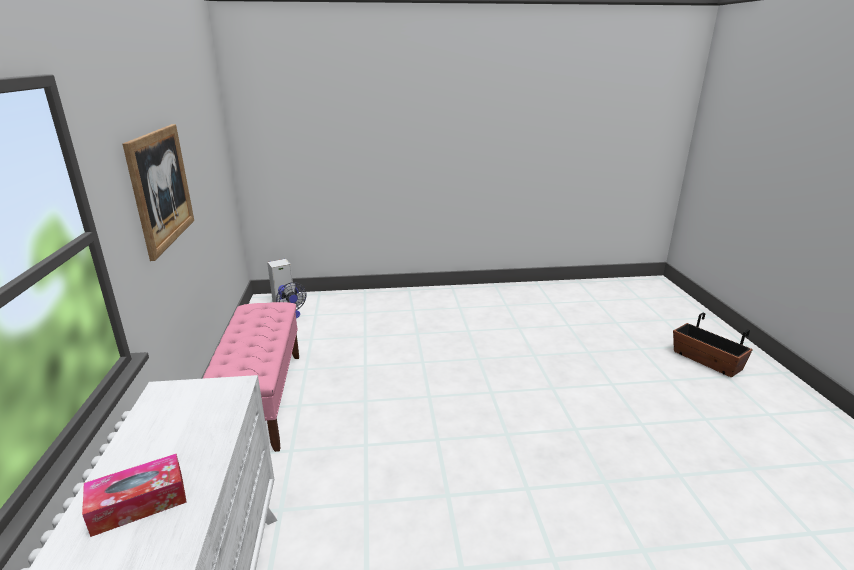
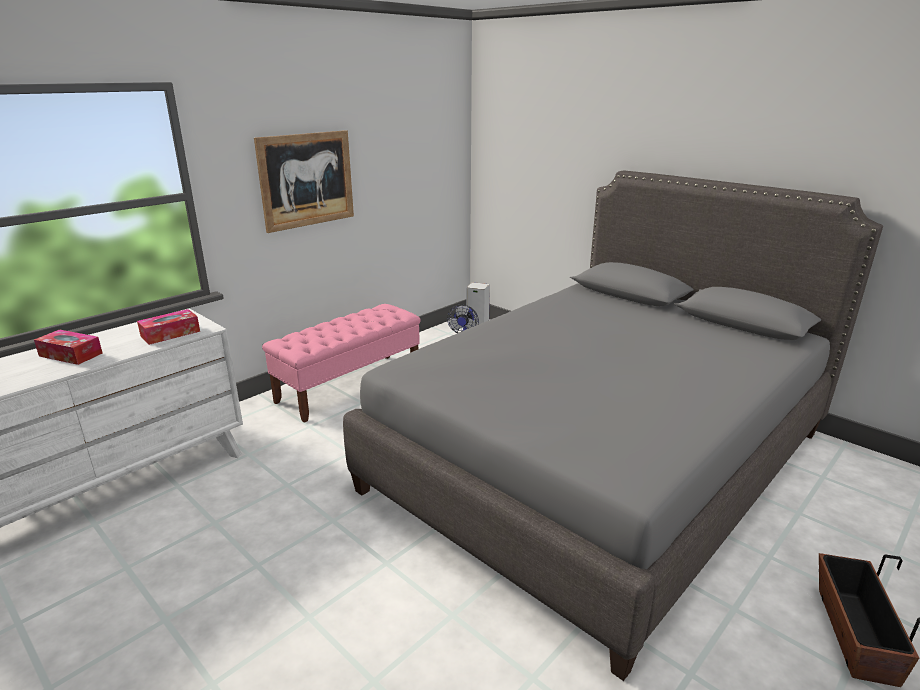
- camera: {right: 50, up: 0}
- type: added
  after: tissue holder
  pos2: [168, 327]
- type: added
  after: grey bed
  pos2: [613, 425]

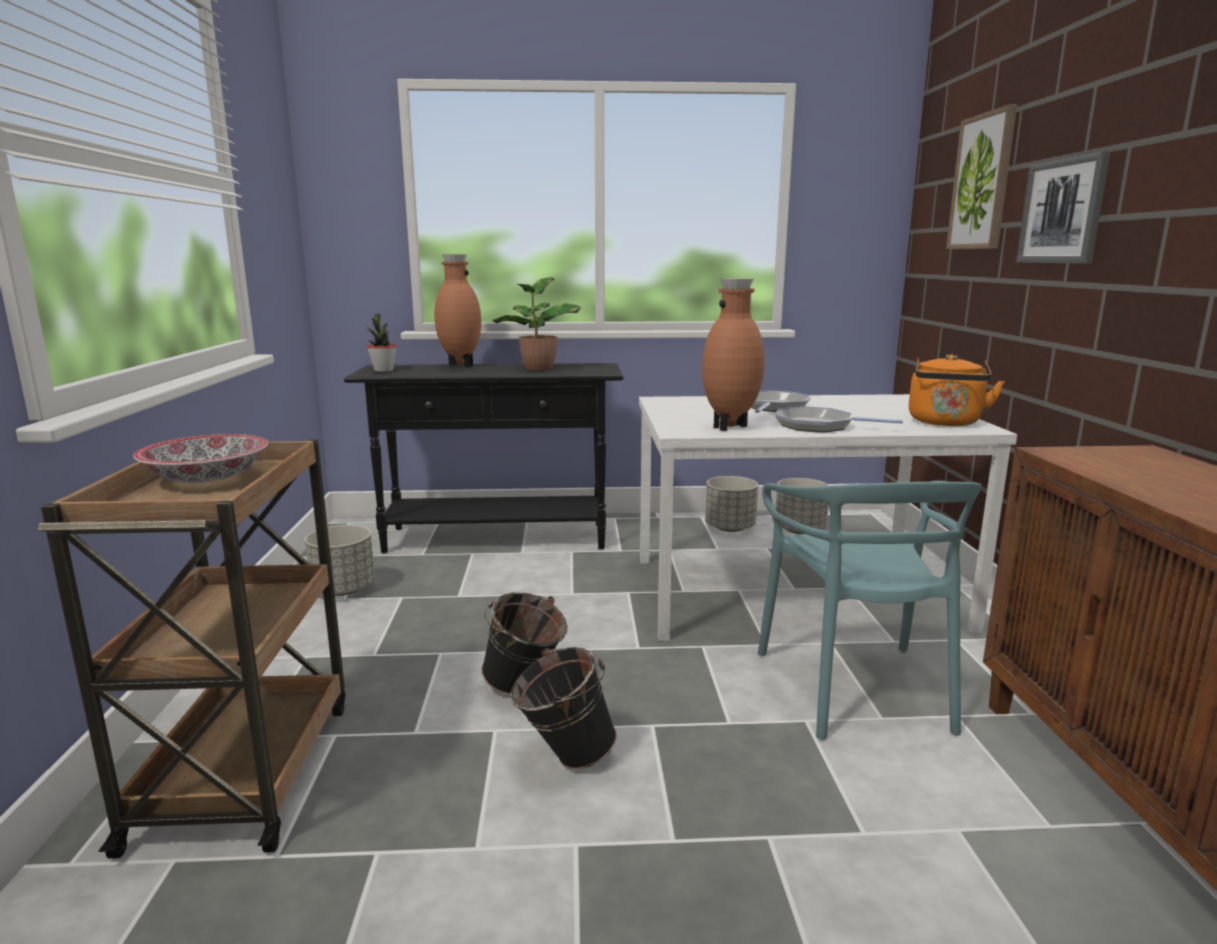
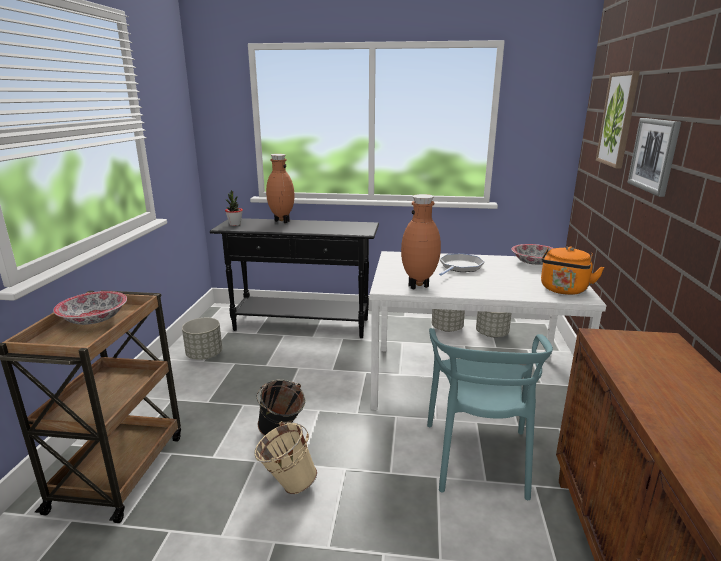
- camera: {right: 10, up: 5}
- type: removed
  before: plant in a pot
  pos1: [537, 323]
- type: removed
  before: skillet
  pos1: [839, 419]
- type: added
  after: deep dish
  pos2: [532, 254]
- type: recoloured
  before: black-coloured water bucket
  after: beige water bucket
  pos1: [563, 708]
  pos2: [285, 457]

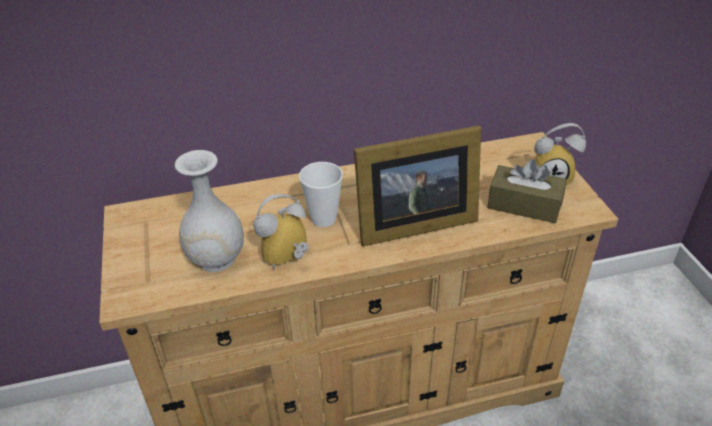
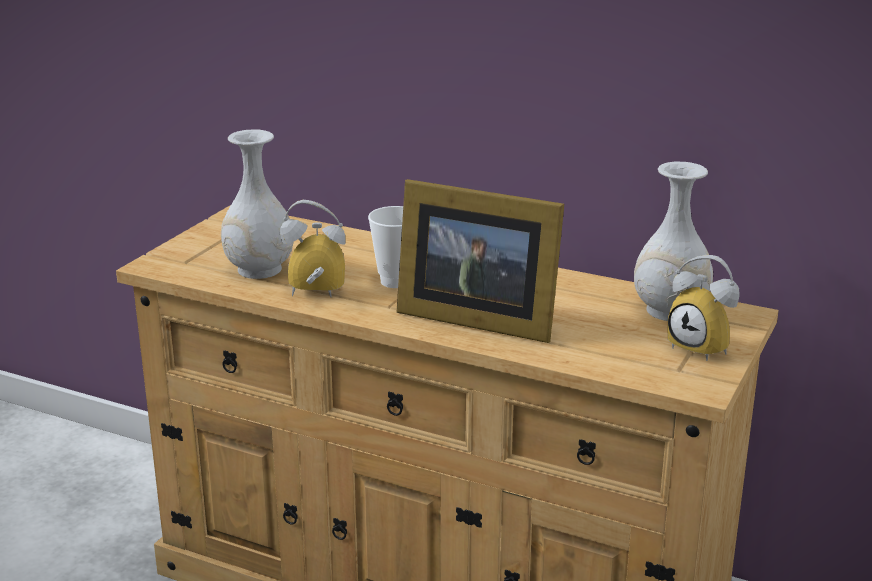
- camera: {right: 40, up: -15}
- type: removed
  before: brown-coloured tissue holder
  pos1: [527, 191]
- type: added
  after: white decorative vase
  pos2: [673, 241]

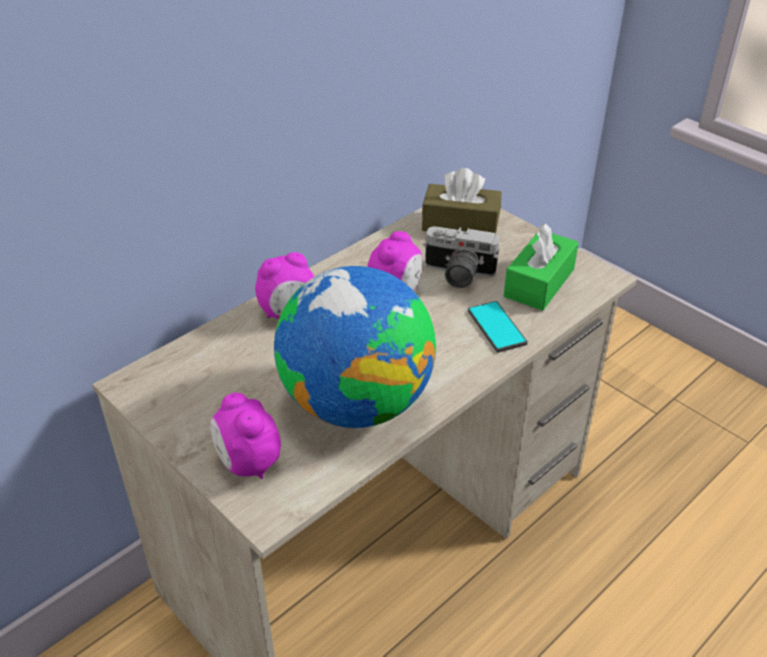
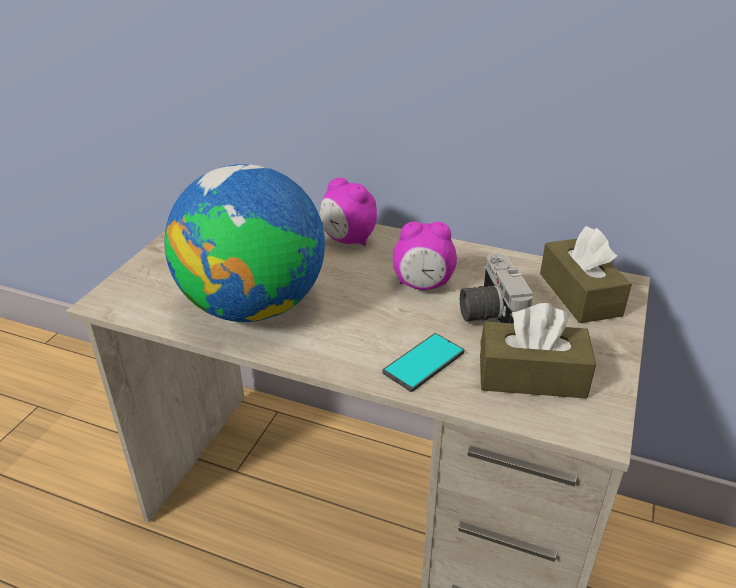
- camera: {right: 65, up: -5}
- type: removed
  before: alarm clock
  pos1: [245, 436]
- type: recoloured
  before: greenish tissue holder
  after: brown-coloured tissue holder
  pos1: [541, 267]
  pos2: [538, 350]

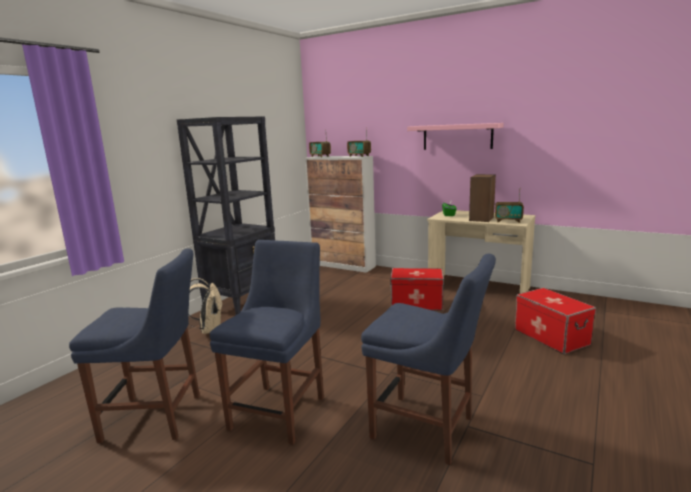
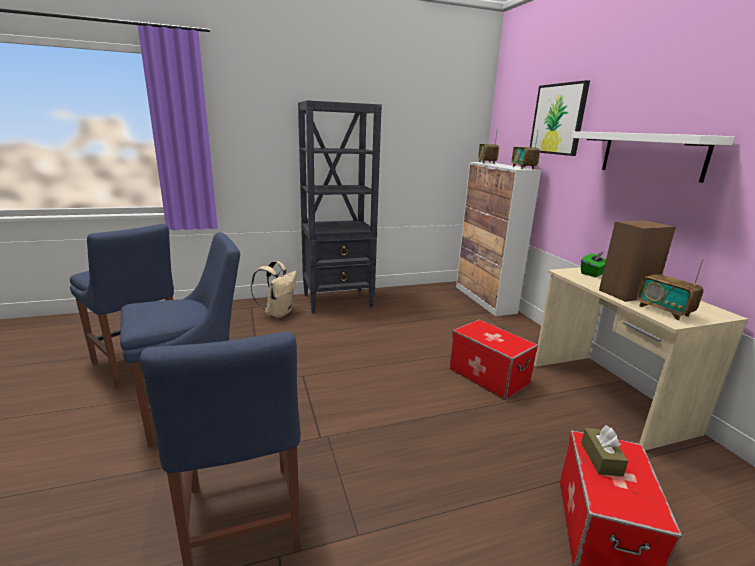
- camera: {right: 40, up: 5}
- type: added
  after: wall picture
  pos2: [560, 118]
- type: added
  after: brown-coloured tissue holder
  pos2: [604, 451]
- type: recoloured
  before: pink bracket shelf
  after: white bracket shelf
  pos1: [455, 136]
  pos2: [653, 157]

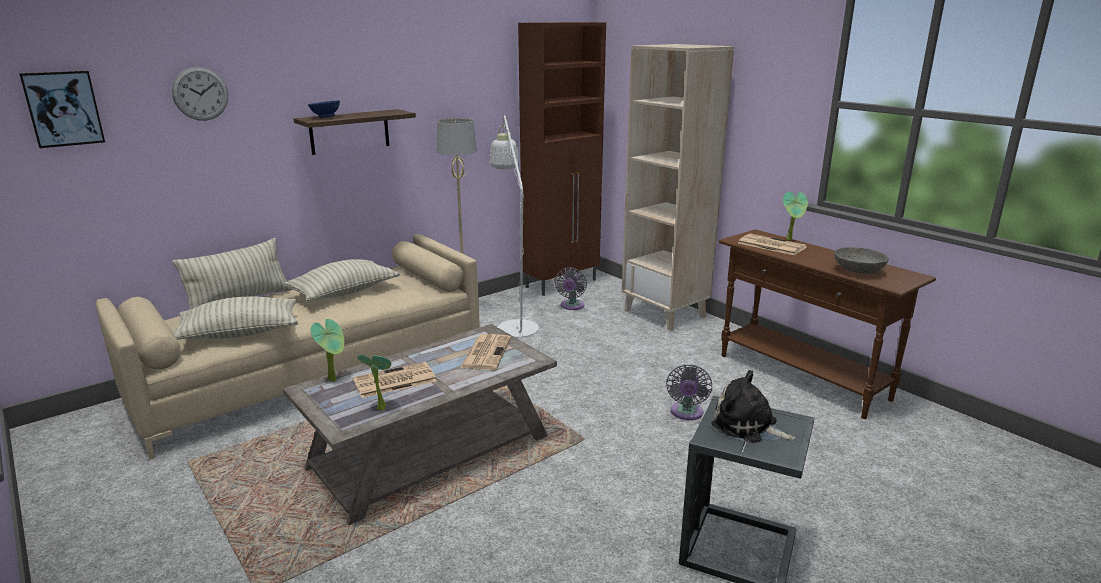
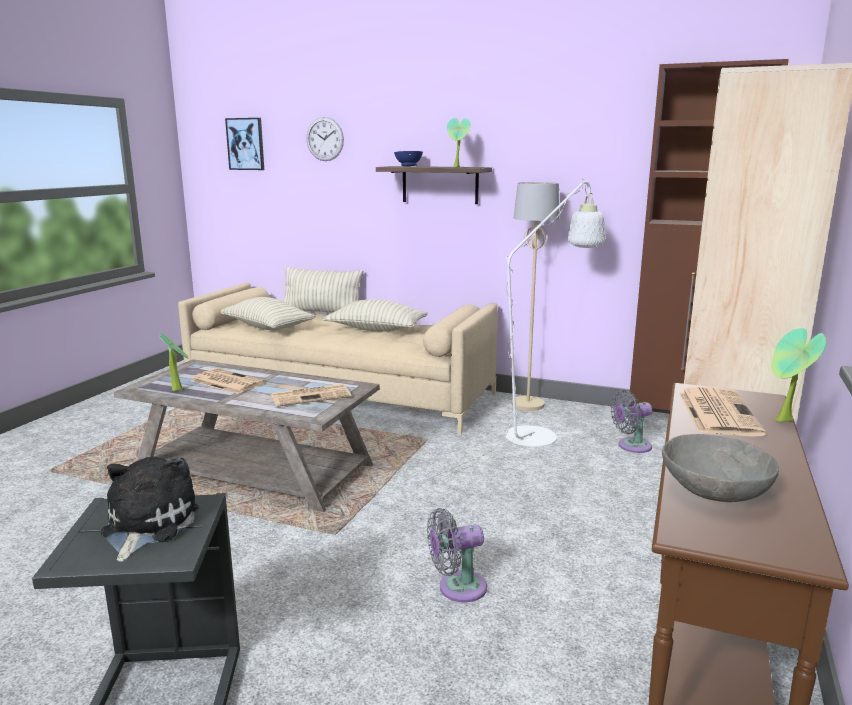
- camera: {right: 60, up: -5}
- type: moved
  before: plant in a pot
  pos1: [327, 350]
  pos2: [459, 142]

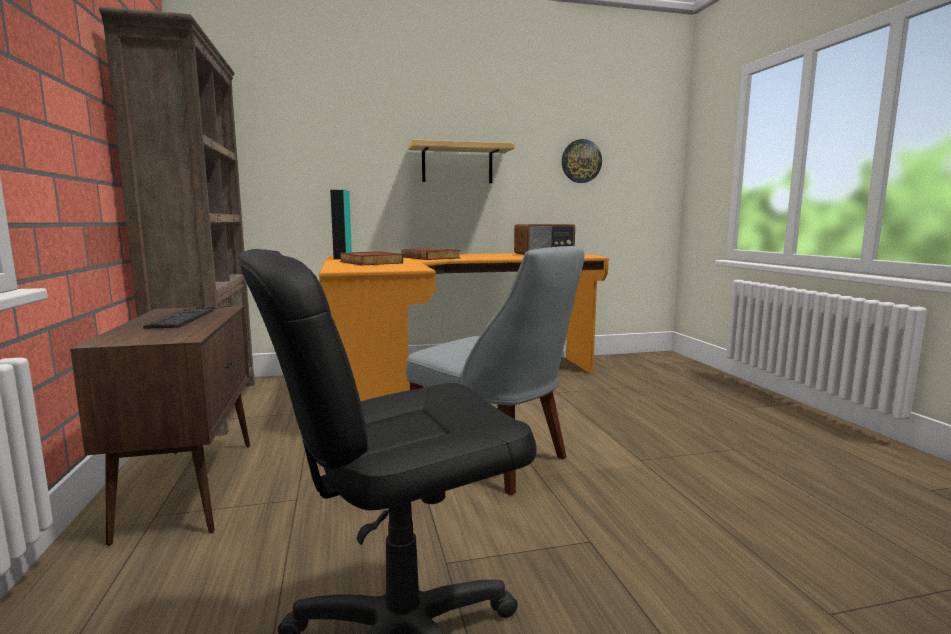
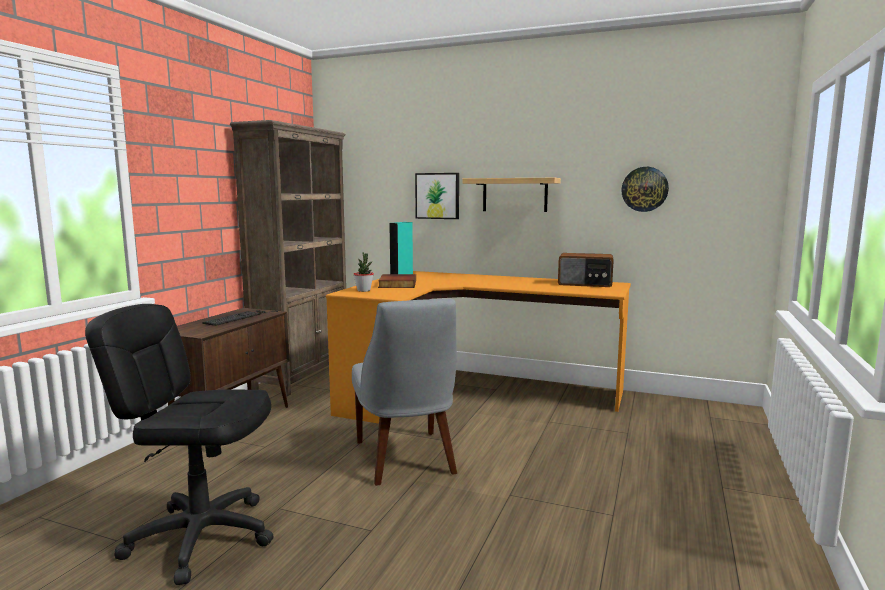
- camera: {right: 35, up: 0}
- type: removed
  before: book
  pos1: [430, 254]
- type: added
  after: plant in a pot
  pos2: [364, 272]
- type: added
  after: wall picture
  pos2: [437, 196]

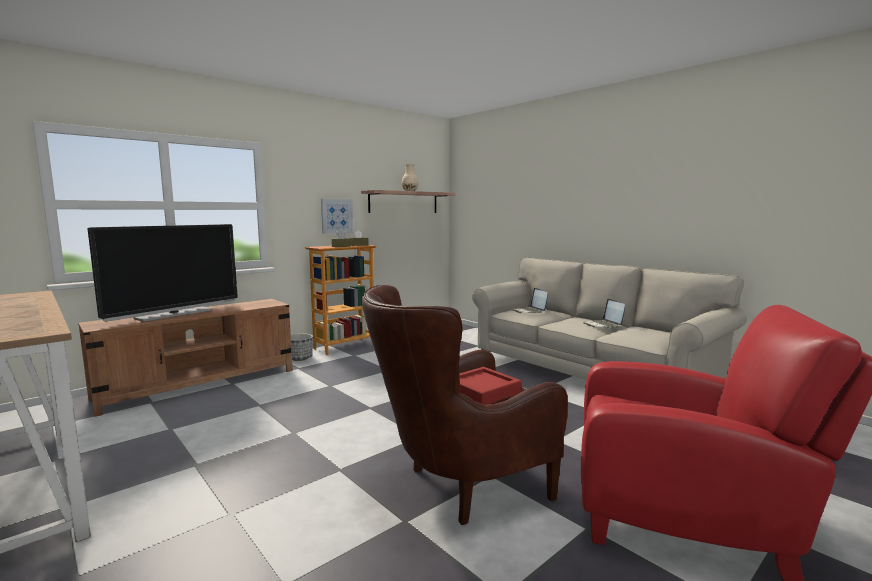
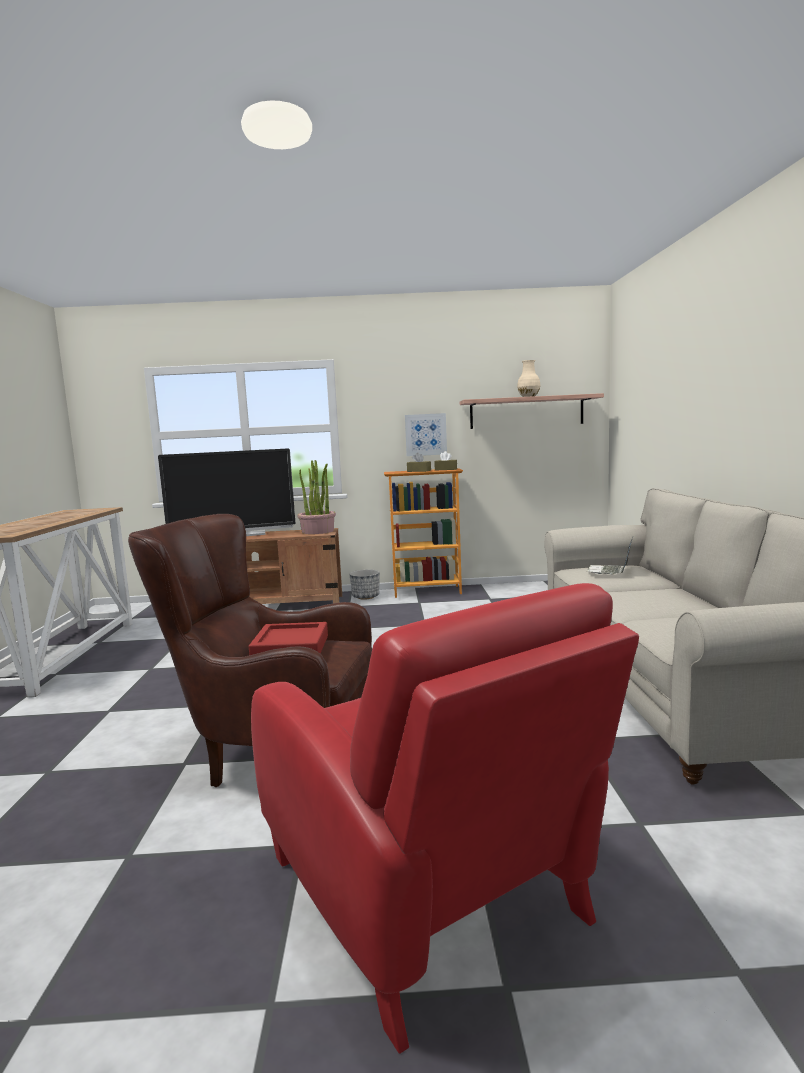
- camera: {right: 40, up: 0}
- type: removed
  before: notebook computer
  pos1: [604, 313]
- type: added
  after: plant in a pot
  pos2: [316, 497]

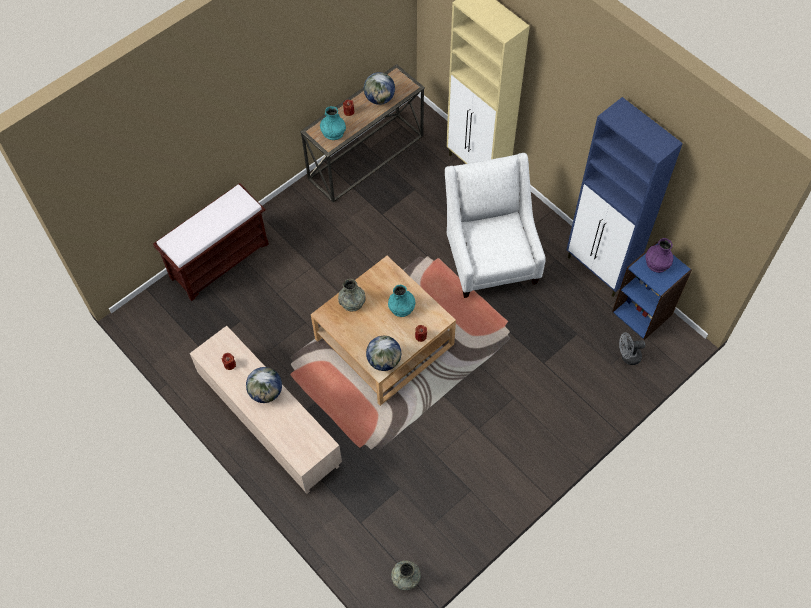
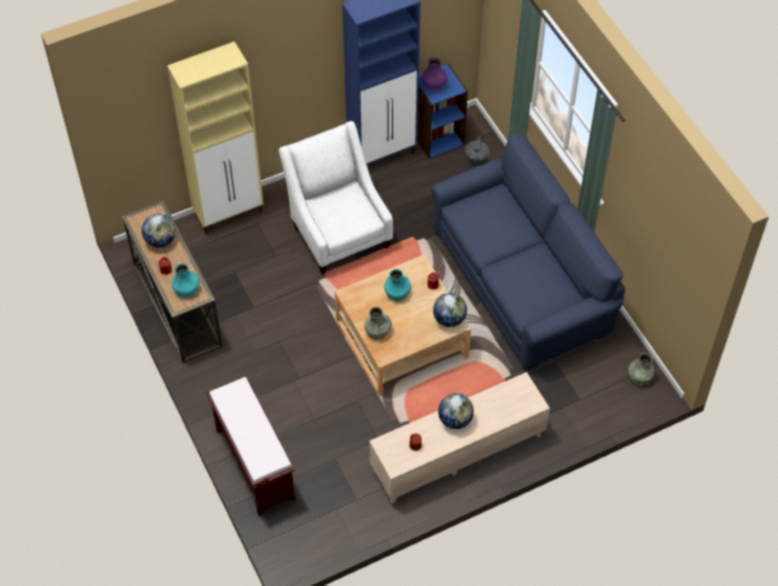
- camera: {right: -75, up: -5}
- type: added
  after: blue-coloured couch
  pos2: [528, 251]
- type: turned
  before: white easy chair
  pos1: [495, 225]
  pos2: [336, 197]
  turn: 60

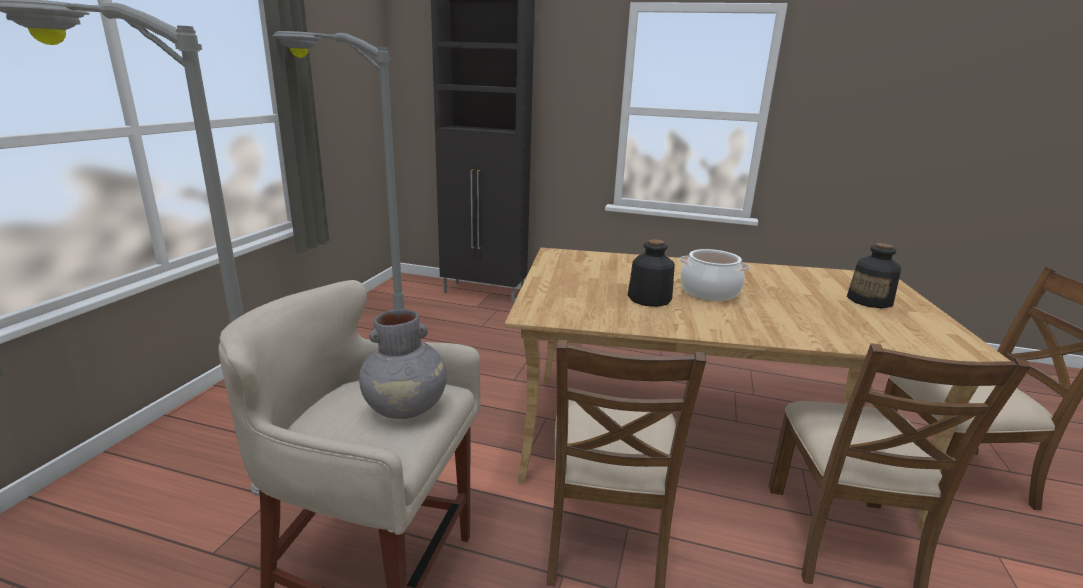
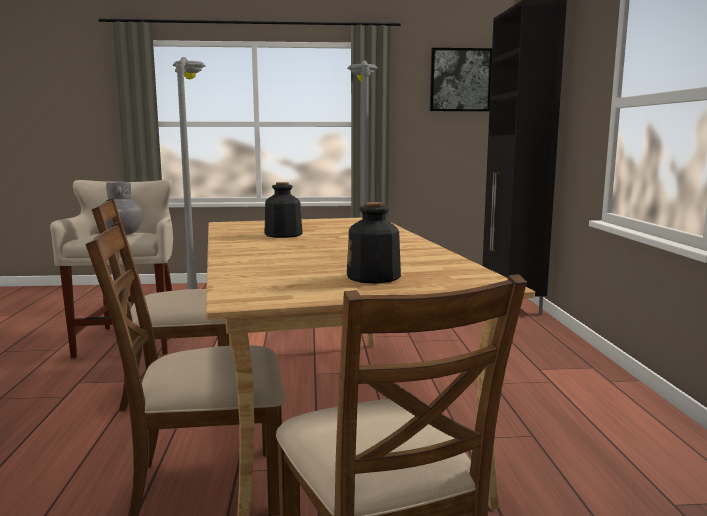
- camera: {right: 70, up: -10}
- type: removed
  before: saucepot
  pos1: [715, 275]
- type: added
  after: wall picture
  pos2: [461, 79]

